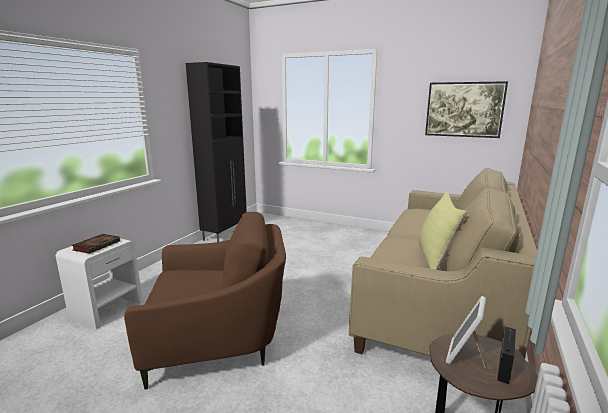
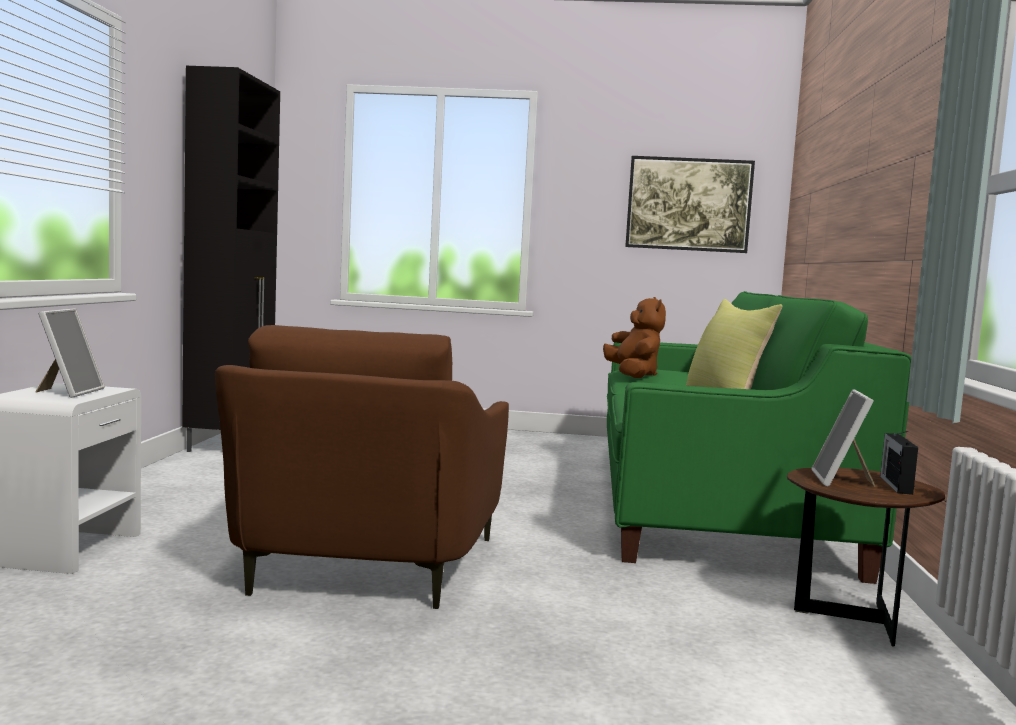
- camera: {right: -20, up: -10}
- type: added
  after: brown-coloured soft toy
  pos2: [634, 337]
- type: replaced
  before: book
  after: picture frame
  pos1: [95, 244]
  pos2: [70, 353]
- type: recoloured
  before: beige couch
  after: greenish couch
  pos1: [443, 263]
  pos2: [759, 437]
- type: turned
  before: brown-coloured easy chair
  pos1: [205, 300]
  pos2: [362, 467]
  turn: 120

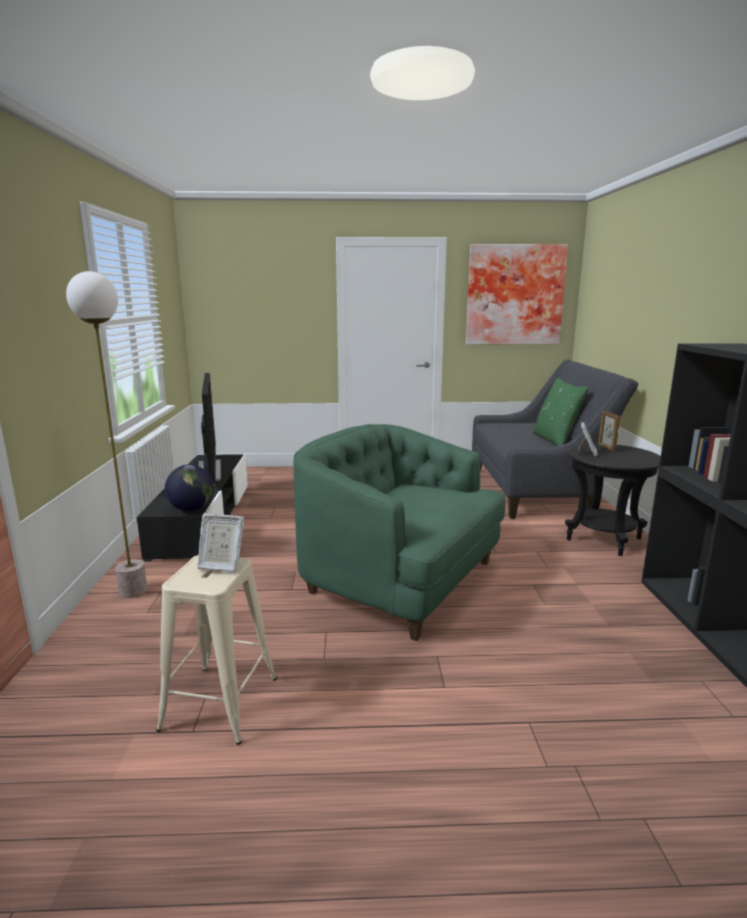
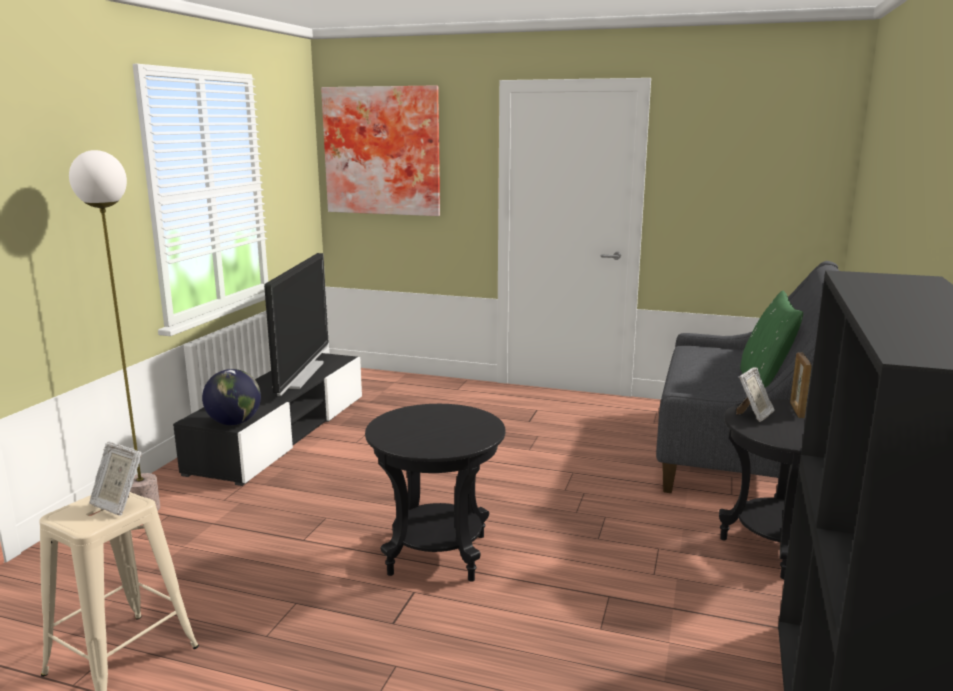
- camera: {right: 20, up: 0}
- type: moved
  before: wall picture
  pos1: [517, 294]
  pos2: [380, 150]
- type: replaced
  before: greenish easy chair
  after: black-coloured accent table
  pos1: [399, 532]
  pos2: [435, 493]

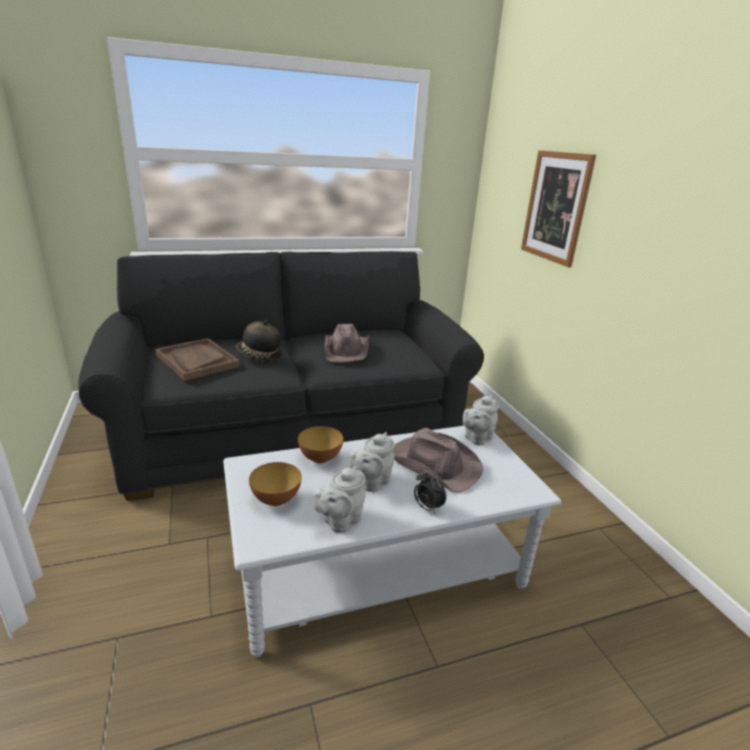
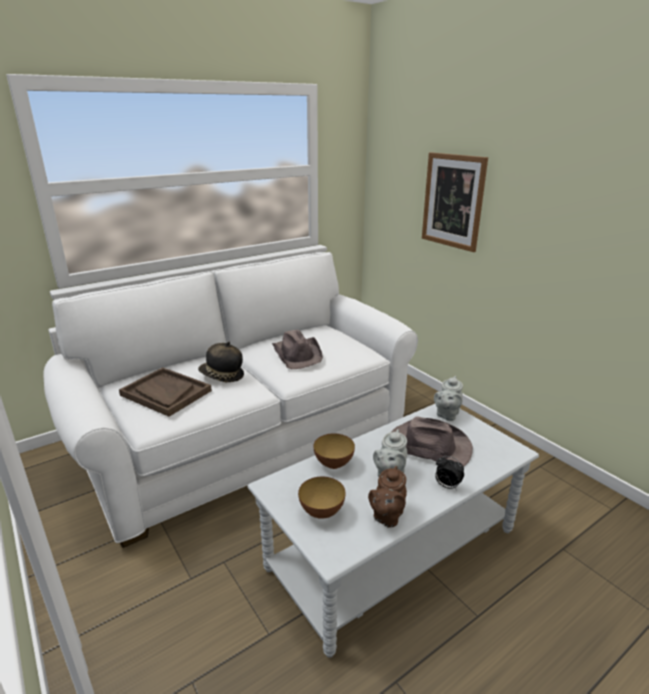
- camera: {right: -15, up: 0}
- type: recoloured
  before: black-coloured couch
  after: white couch
  pos1: [281, 376]
  pos2: [230, 400]
- type: recoloured
  before: grey tea pot
  after: brown-coloured tea pot
  pos1: [339, 499]
  pos2: [387, 497]

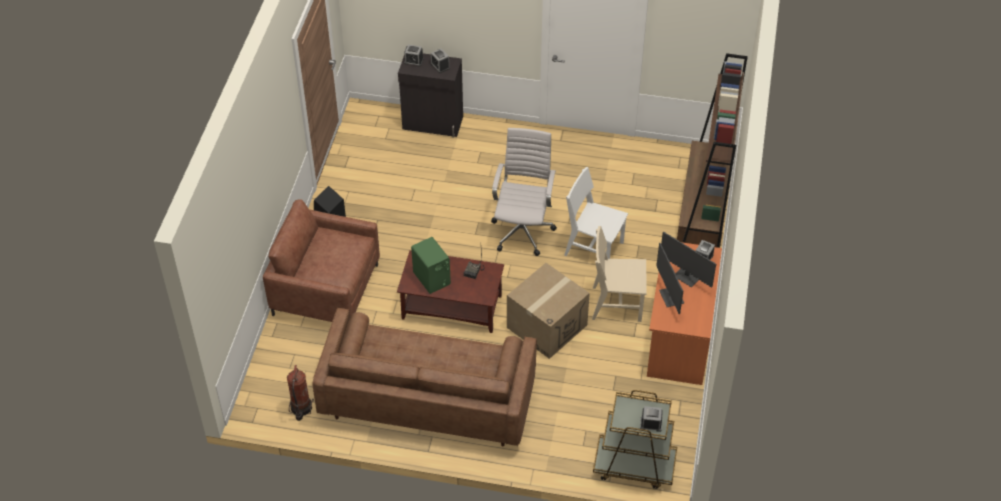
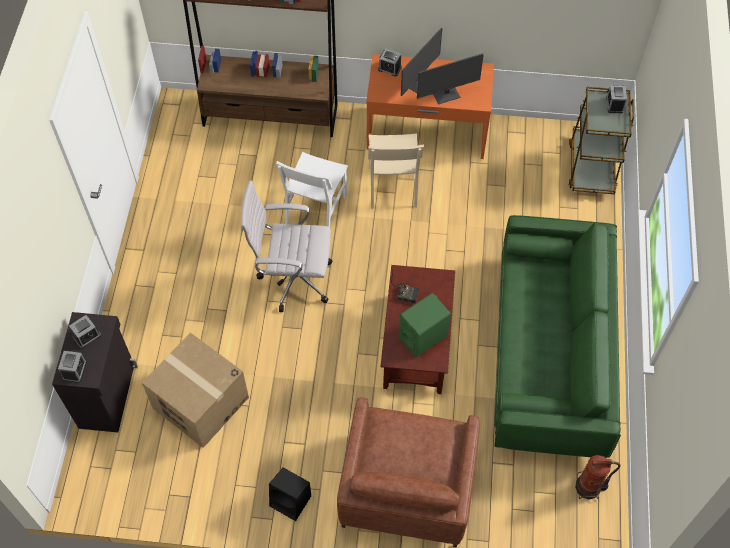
- camera: {right: -95, up: 10}
- type: moved
  before: cardboard box
  pos1: [548, 311]
  pos2: [195, 390]
- type: recoloured
  before: brown-coloured couch
  after: greenish couch
  pos1: [425, 377]
  pos2: [557, 336]

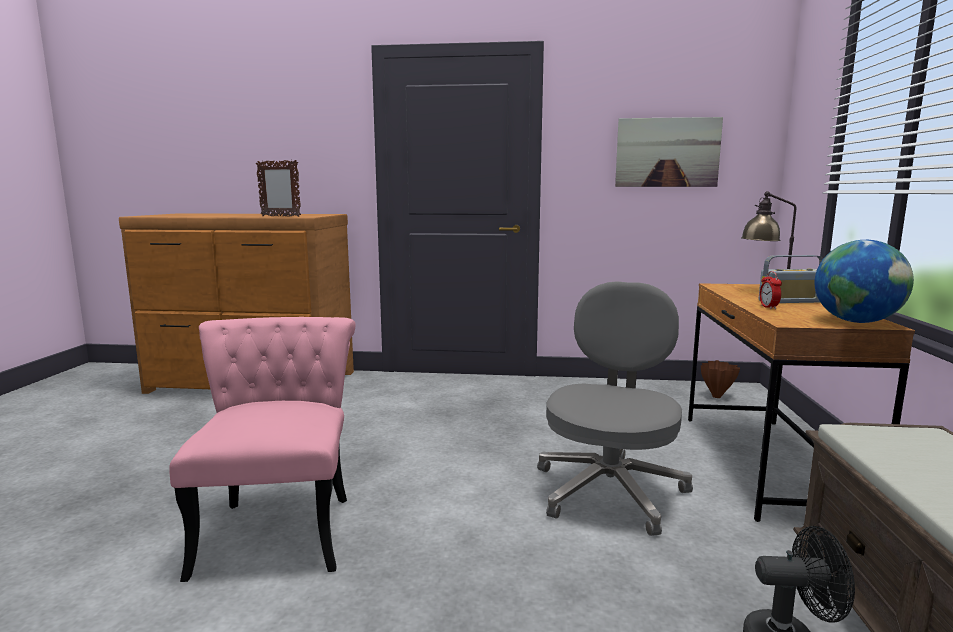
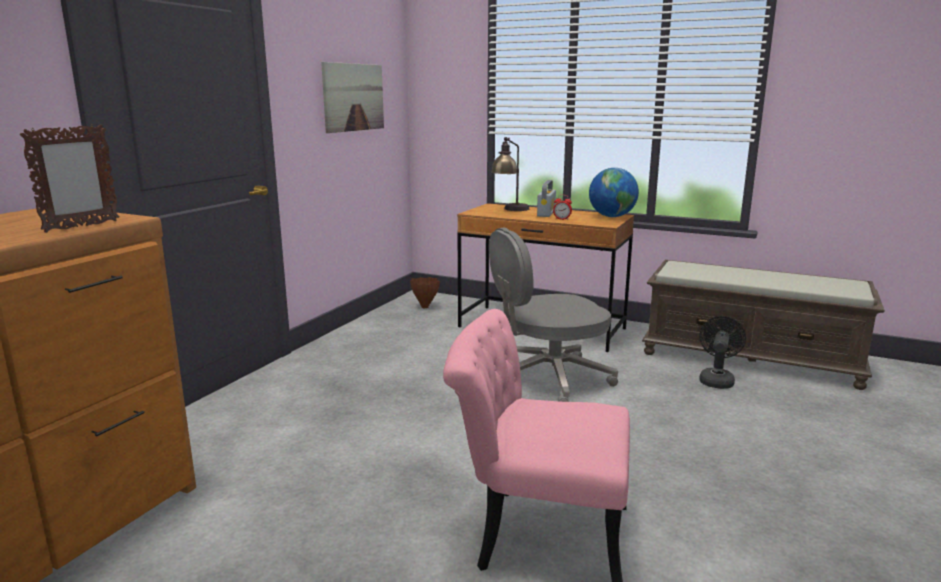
- camera: {right: -70, up: 5}
- type: turned
  before: grey office chair
  pos1: [615, 408]
  pos2: [553, 314]
  turn: -60

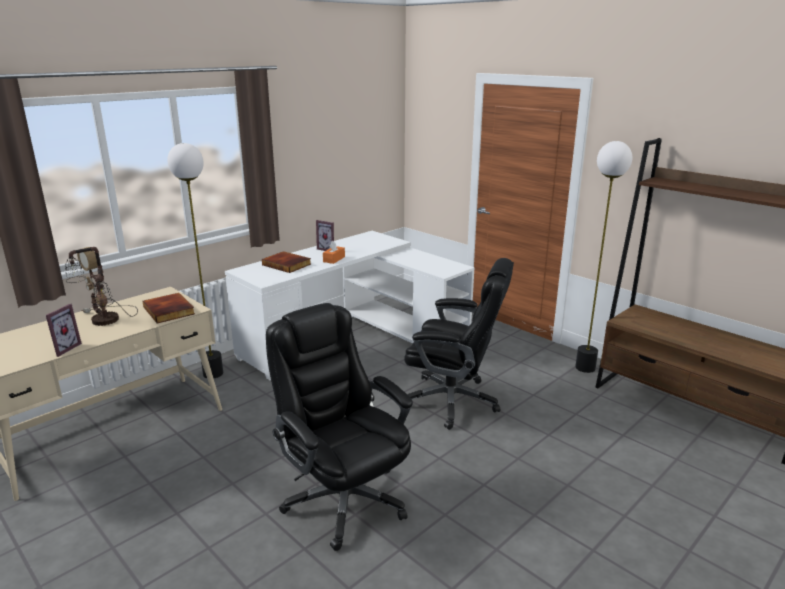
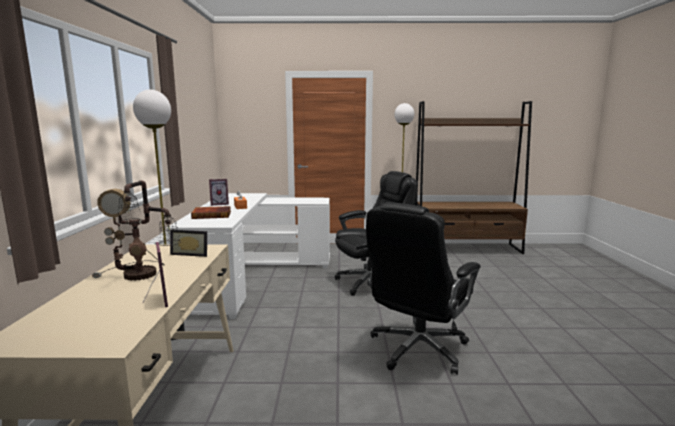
- camera: {right: -45, up: -10}
- type: replaced
  before: book
  after: picture frame
  pos1: [168, 308]
  pos2: [188, 243]
- type: turned
  before: black-coloured office chair
  pos1: [339, 427]
  pos2: [423, 288]
  turn: -60

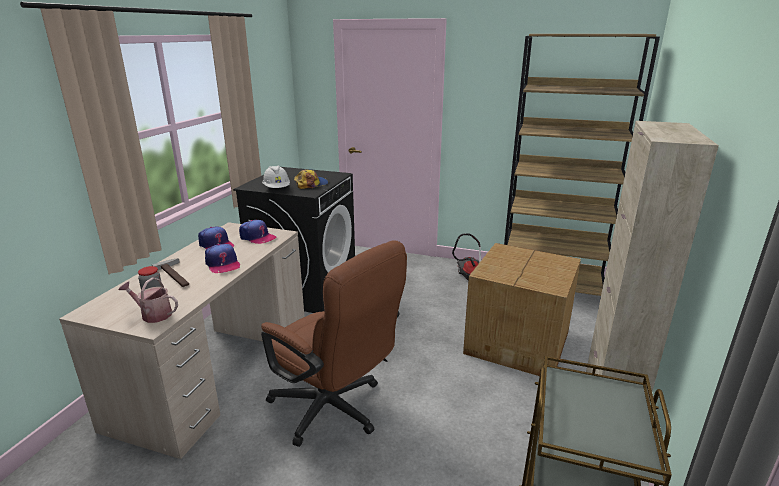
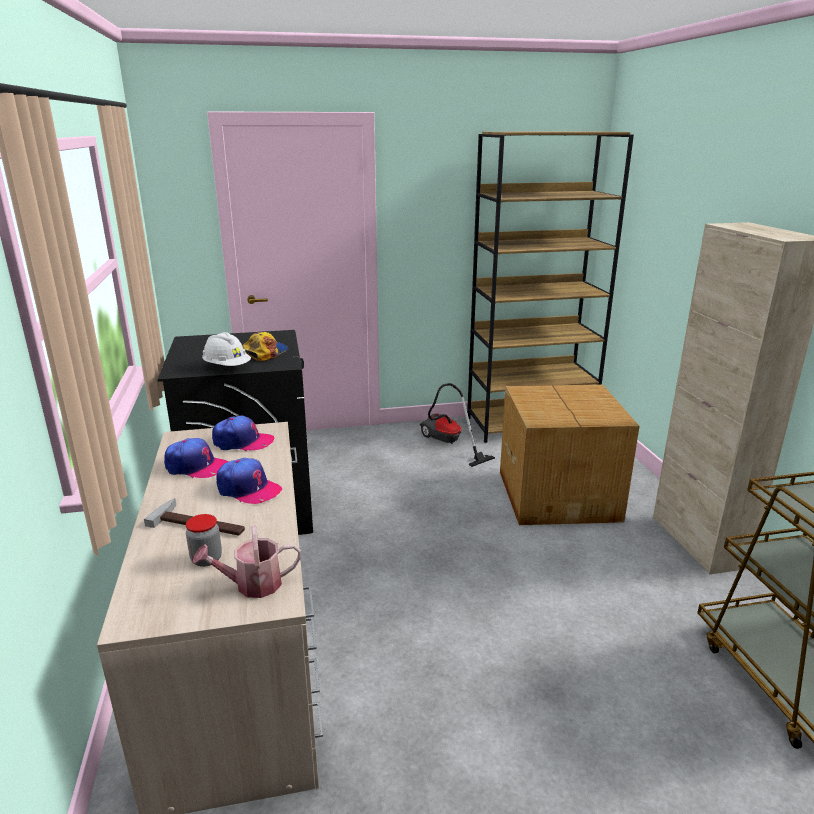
- camera: {right: -30, up: 0}
- type: removed
  before: brown-coloured office chair
  pos1: [334, 343]

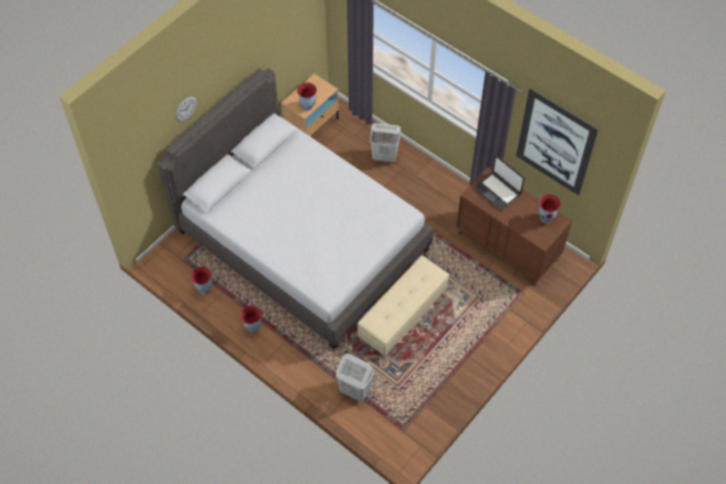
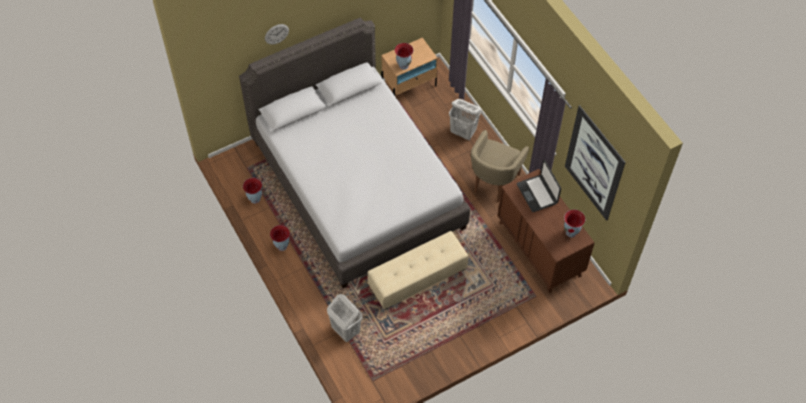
- camera: {right: 20, up: 0}
- type: added
  after: beige easy chair
  pos2: [500, 166]

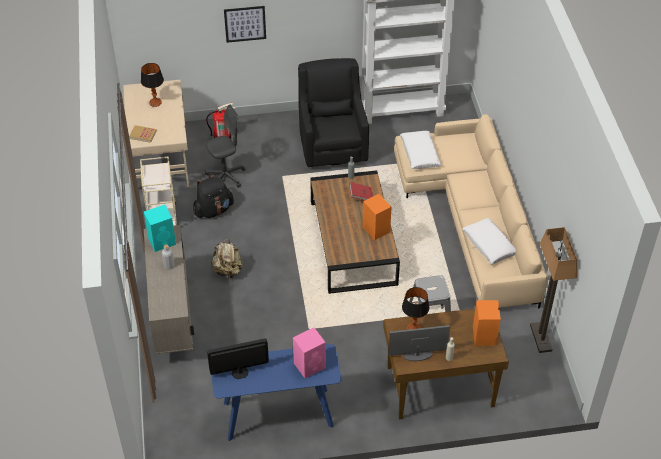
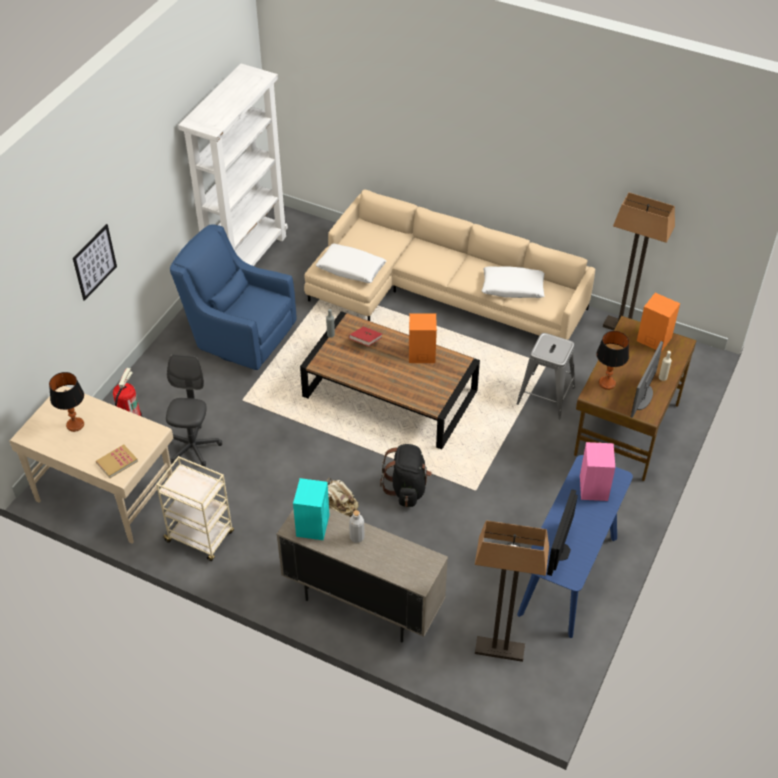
- camera: {right: -55, up: 0}
- type: added
  after: standard lamp
  pos2: [512, 591]
- type: moved
  before: black-coloured knapsack
  pos1: [213, 196]
  pos2: [406, 475]
- type: recoloured
  before: black-coloured easy chair
  after: blue-coloured easy chair
  pos1: [333, 112]
  pos2: [233, 297]

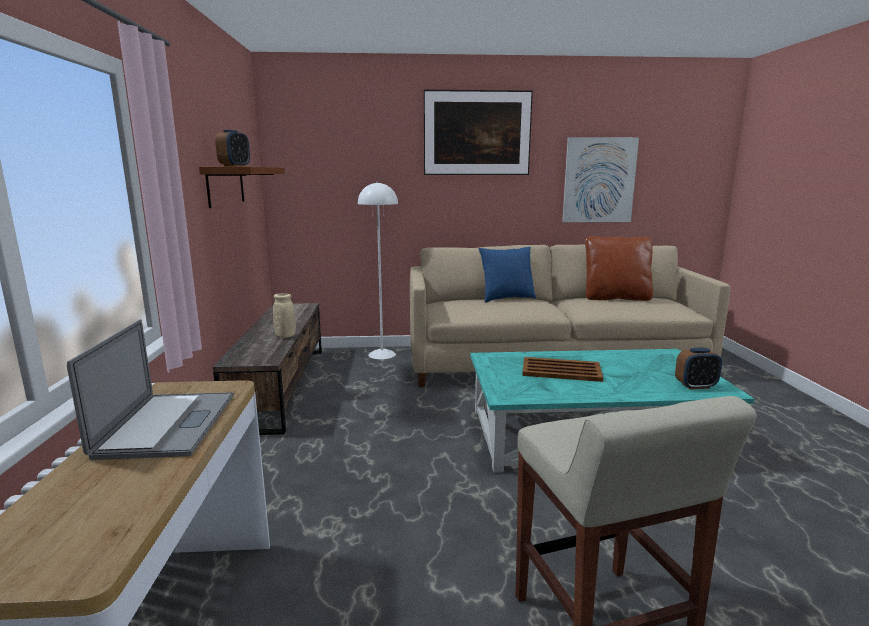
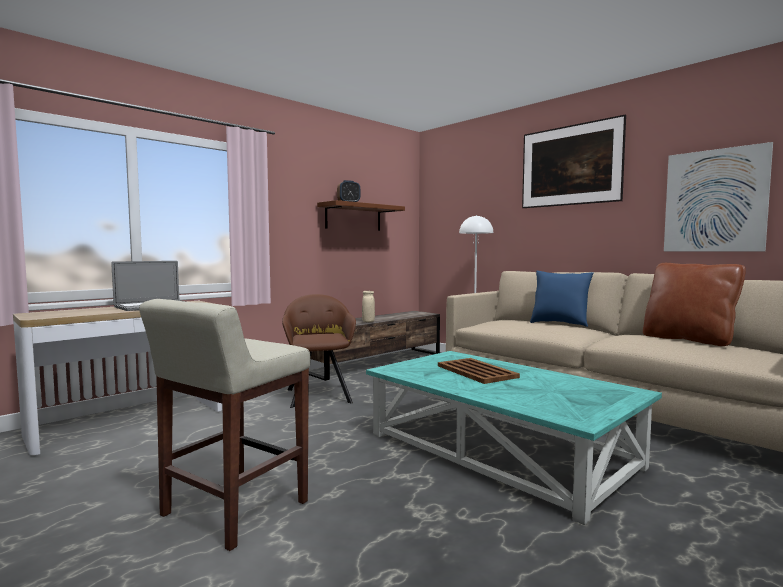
- camera: {right: 50, up: -10}
- type: removed
  before: alarm clock
  pos1: [698, 369]
- type: added
  after: brown-coloured easy chair
  pos2: [319, 351]

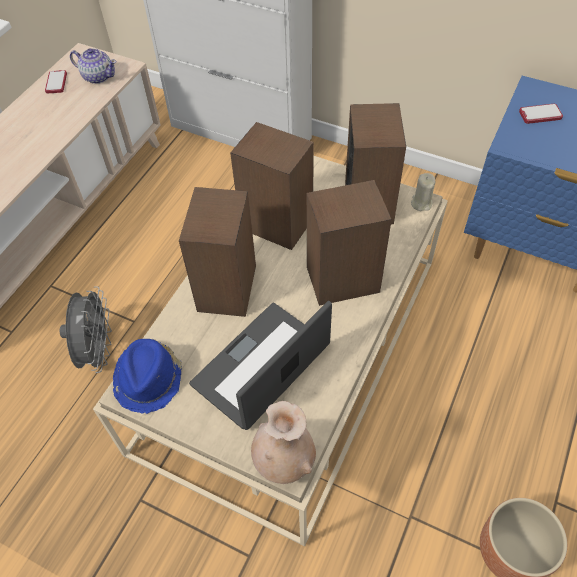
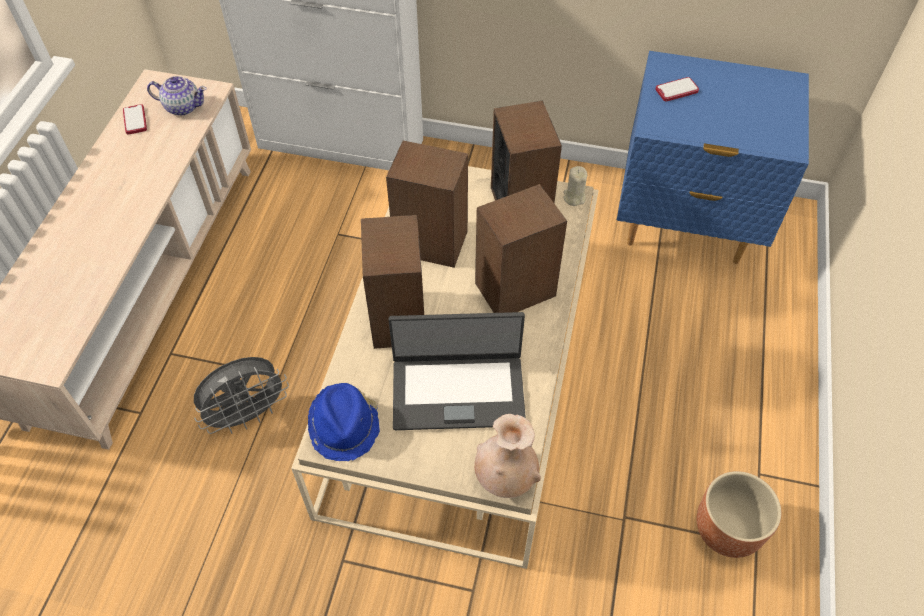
- camera: {right: -15, up: 0}
- type: turned
  before: grey cooling fan
  pos1: [86, 329]
  pos2: [241, 395]
  turn: 75
- type: turned
  before: notebook computer
  pos1: [260, 365]
  pos2: [457, 371]
  turn: -120

